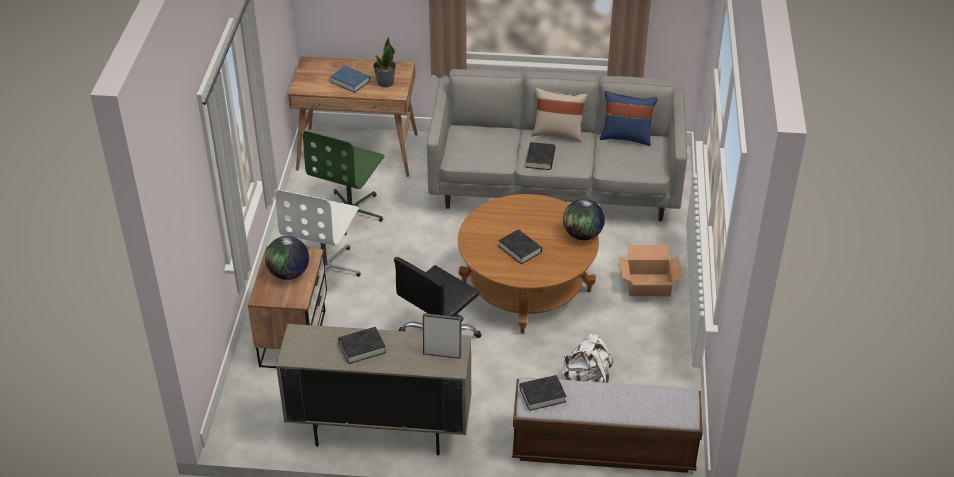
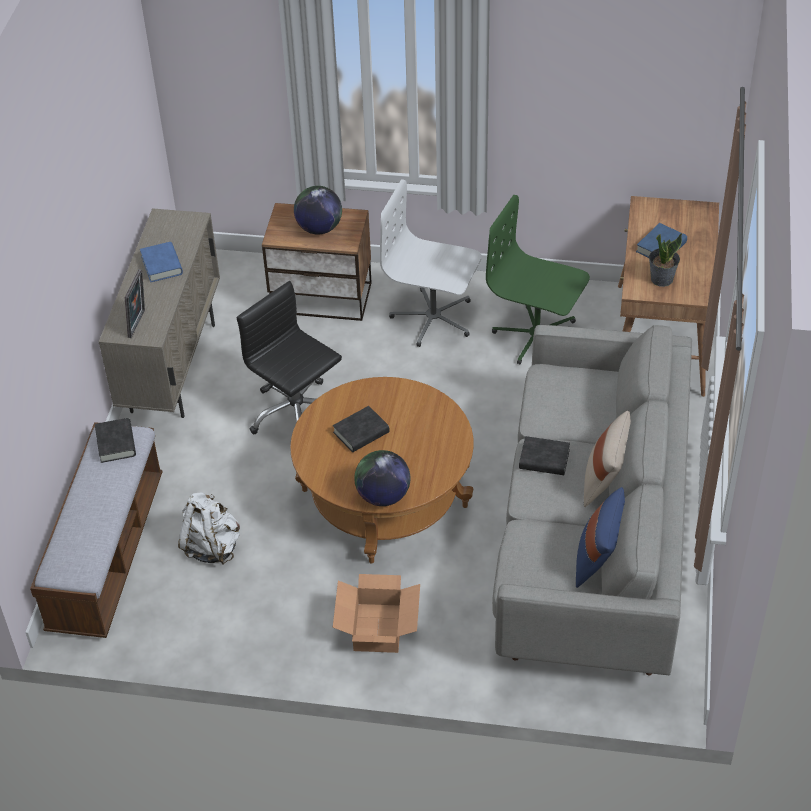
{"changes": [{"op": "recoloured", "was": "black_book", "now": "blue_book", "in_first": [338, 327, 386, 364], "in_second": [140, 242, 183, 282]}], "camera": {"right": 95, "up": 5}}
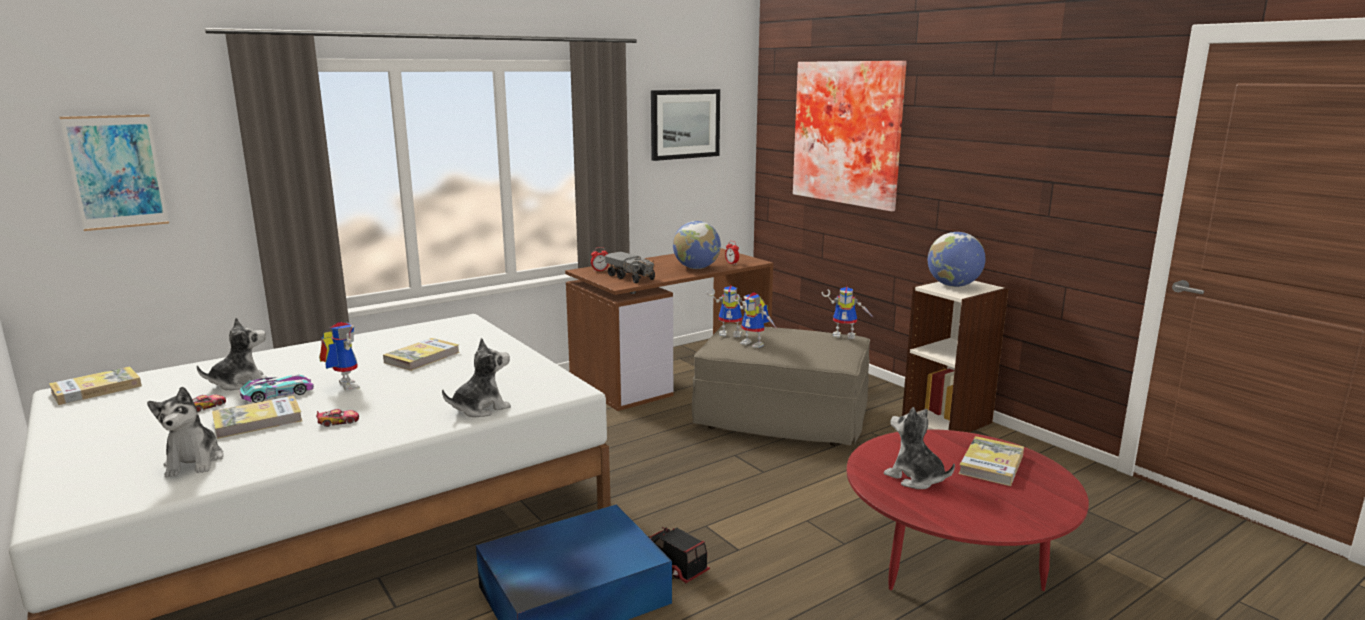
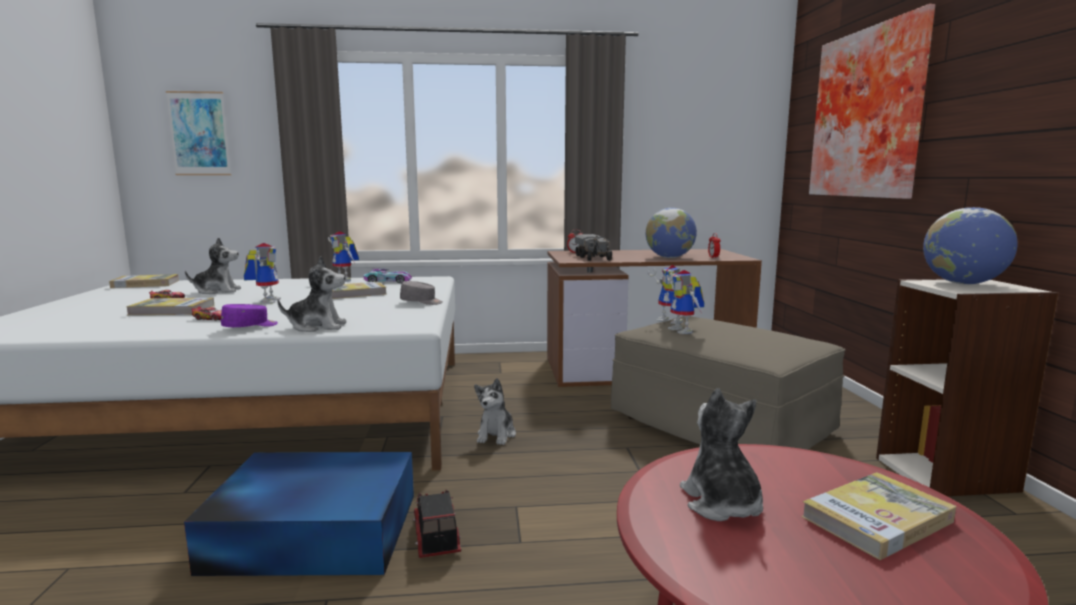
{"changes": [{"op": "removed", "was": "picture", "in_first": [651, 89, 720, 161]}, {"op": "moved", "was": "toy_robot", "in_first": [822, 286, 874, 339], "in_second": [328, 232, 359, 282]}, {"op": "moved", "was": "toy_car", "in_first": [240, 374, 314, 403], "in_second": [364, 268, 412, 283]}, {"op": "moved", "was": "plush_toy", "in_first": [147, 387, 224, 478], "in_second": [474, 378, 516, 445]}, {"op": "added", "now": "grey_cap", "in_second": [400, 281, 443, 305]}, {"op": "added", "now": "purple_cap", "in_second": [221, 304, 278, 327]}], "camera": {"right": 30, "up": -5}}
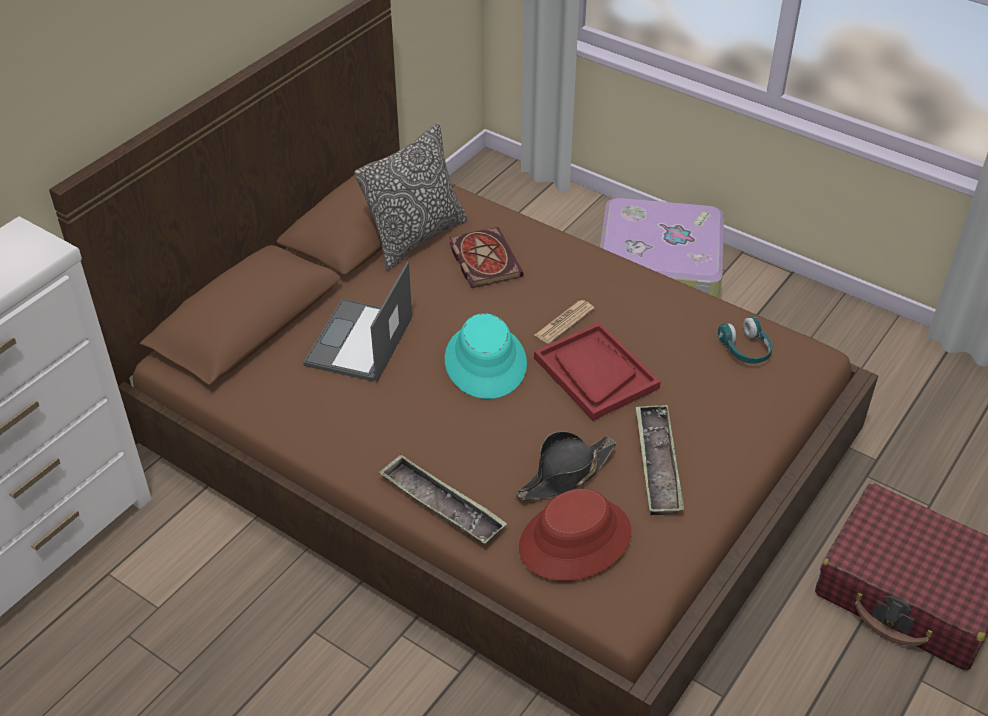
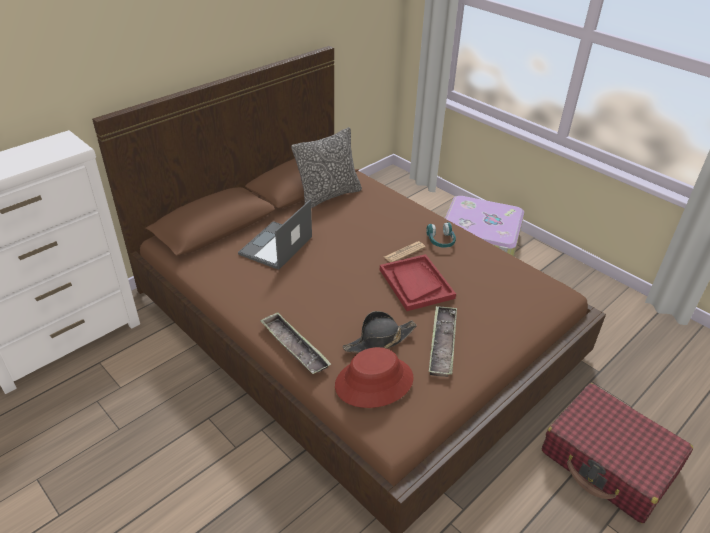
{"changes": [{"op": "removed", "was": "book", "in_first": [449, 227, 524, 288]}, {"op": "removed", "was": "turquoise_hat", "in_first": [445, 313, 527, 399]}, {"op": "moved", "was": "turquoise_headphones", "in_first": [718, 316, 773, 364], "in_second": [426, 222, 456, 248]}], "camera": {"right": 10, "up": -5}}
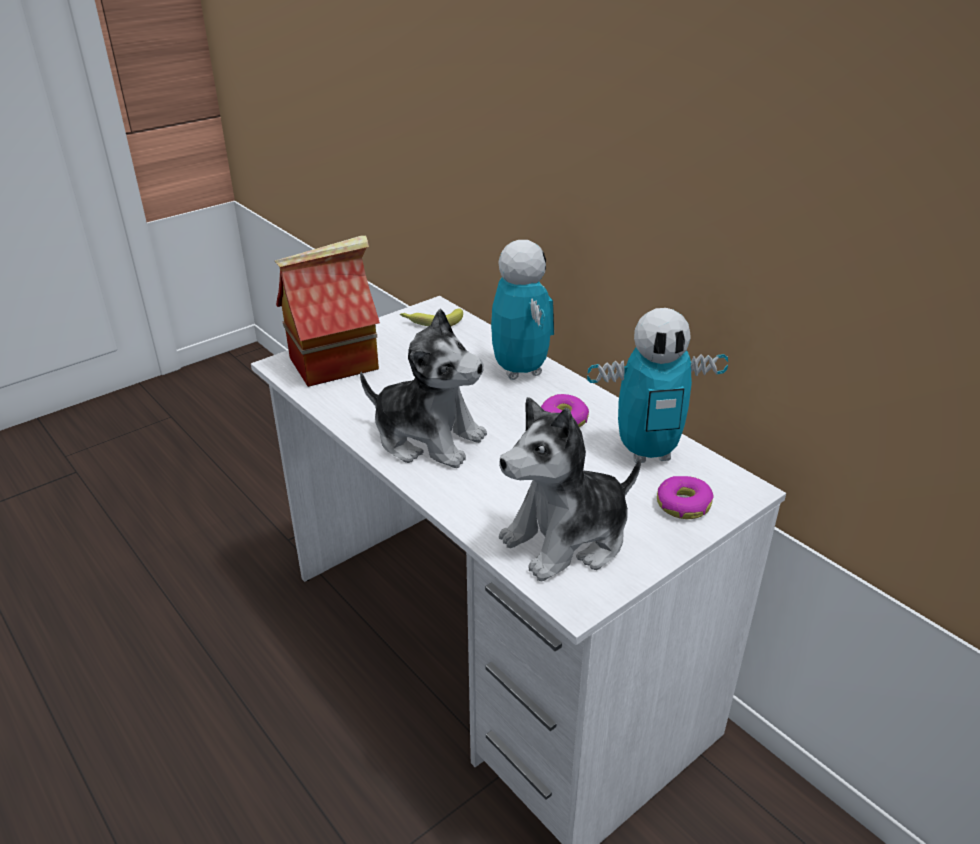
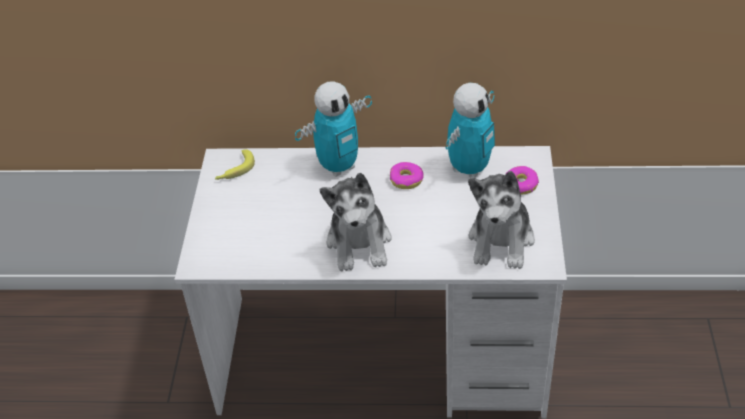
{"changes": [{"op": "removed", "was": "toy_house", "in_first": [275, 235, 380, 387]}, {"op": "turned", "was": "toy_robot", "in_first": [491, 240, 554, 380], "in_second": [295, 81, 372, 177], "clockwise": 120}, {"op": "turned", "was": "plush_toy", "in_first": [360, 309, 487, 468], "in_second": [320, 173, 392, 271], "clockwise": 105}], "camera": {"right": -45, "up": 10}}
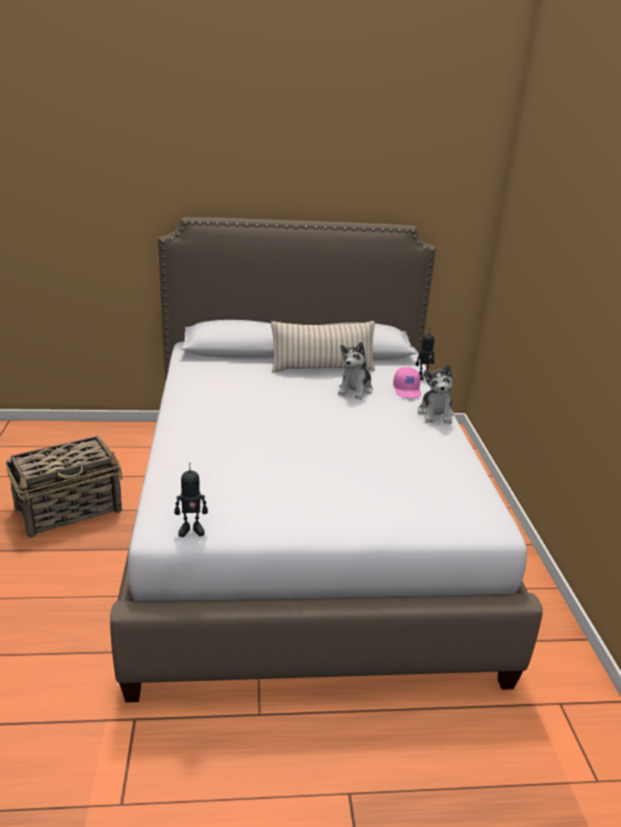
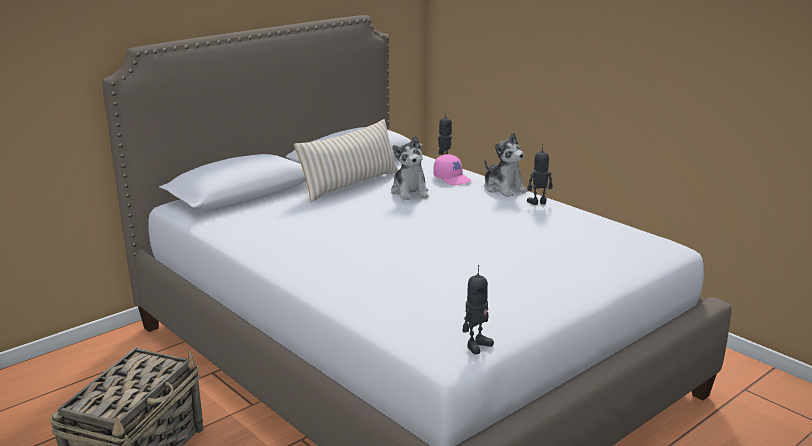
{"changes": [{"op": "added", "now": "toy_robot", "in_second": [527, 144, 552, 205]}], "camera": {"right": -35, "up": -5}}
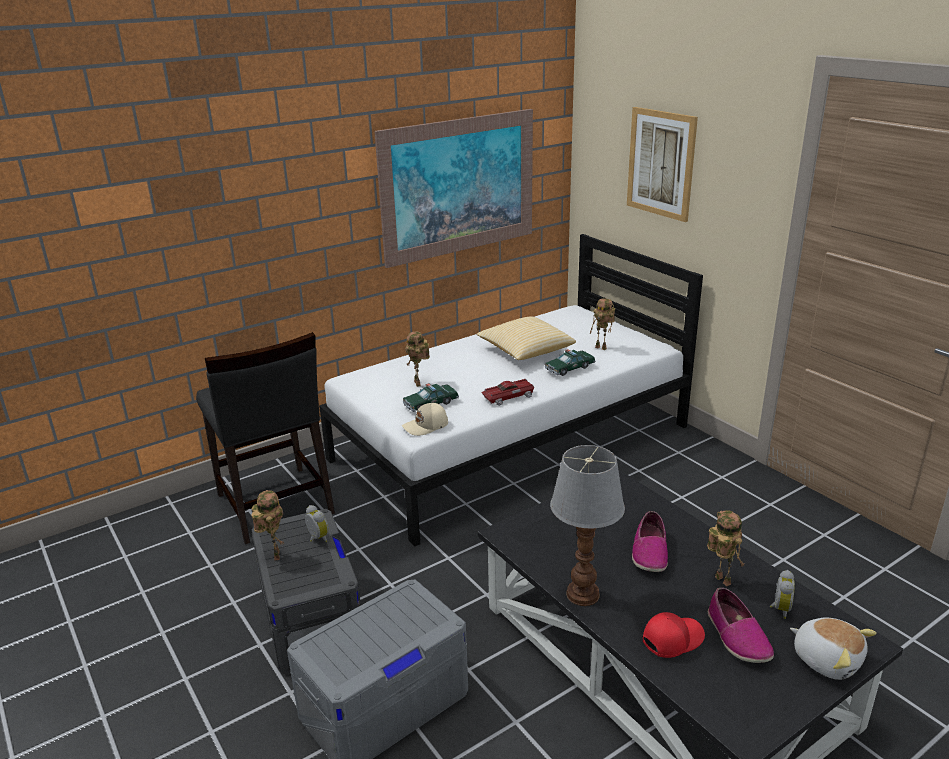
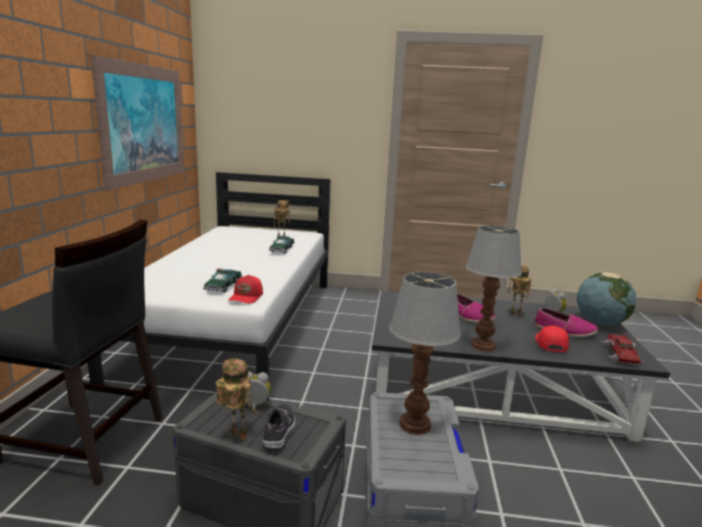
{"changes": [{"op": "removed", "was": "picture", "in_first": [627, 107, 698, 222]}, {"op": "removed", "was": "pillow", "in_first": [476, 317, 576, 360]}, {"op": "removed", "was": "toy_robot", "in_first": [405, 332, 430, 387]}, {"op": "moved", "was": "toy_car", "in_first": [481, 379, 534, 406], "in_second": [602, 333, 644, 365]}, {"op": "recoloured", "was": "beige_cap", "now": "red_cap", "in_first": [402, 403, 448, 436], "in_second": [228, 275, 263, 304]}, {"op": "replaced", "was": "plush_toy", "now": "globe", "in_first": [790, 617, 877, 680], "in_second": [577, 272, 636, 326]}, {"op": "added", "now": "table_lamp", "in_second": [389, 272, 461, 435]}, {"op": "added", "now": "shoe", "in_second": [262, 404, 296, 452]}], "camera": {"right": -50, "up": -10}}
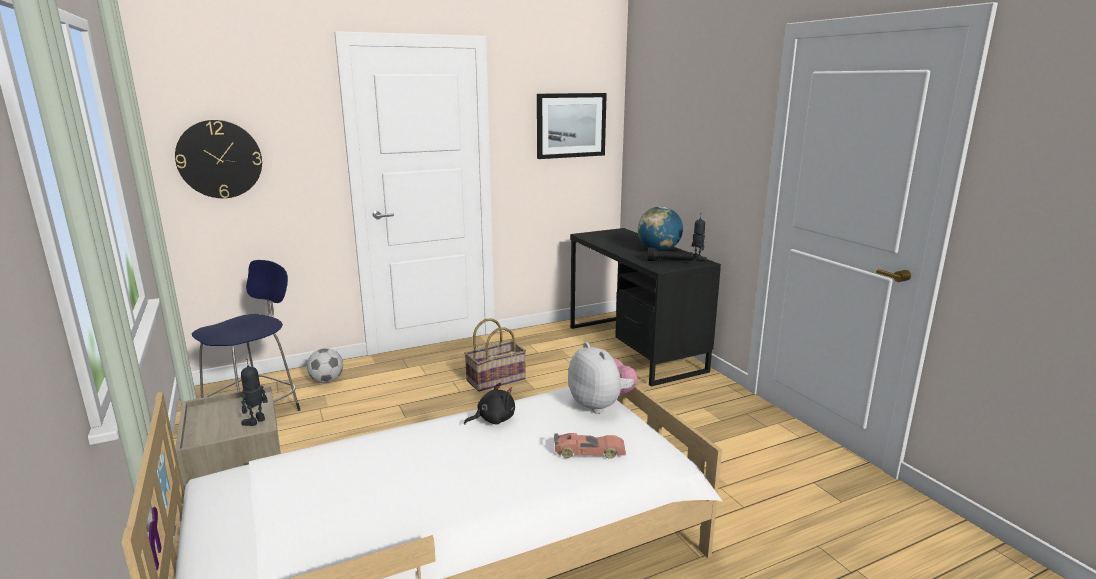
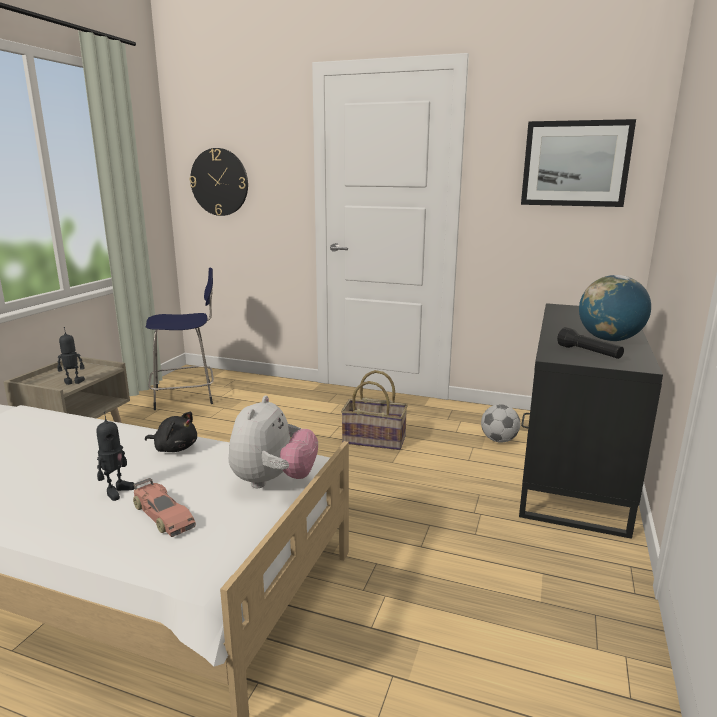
{"changes": [{"op": "moved", "was": "toy_robot", "in_first": [692, 213, 707, 261], "in_second": [96, 411, 135, 501]}, {"op": "moved", "was": "football", "in_first": [307, 348, 343, 383], "in_second": [481, 404, 520, 443]}], "camera": {"right": 45, "up": 0}}
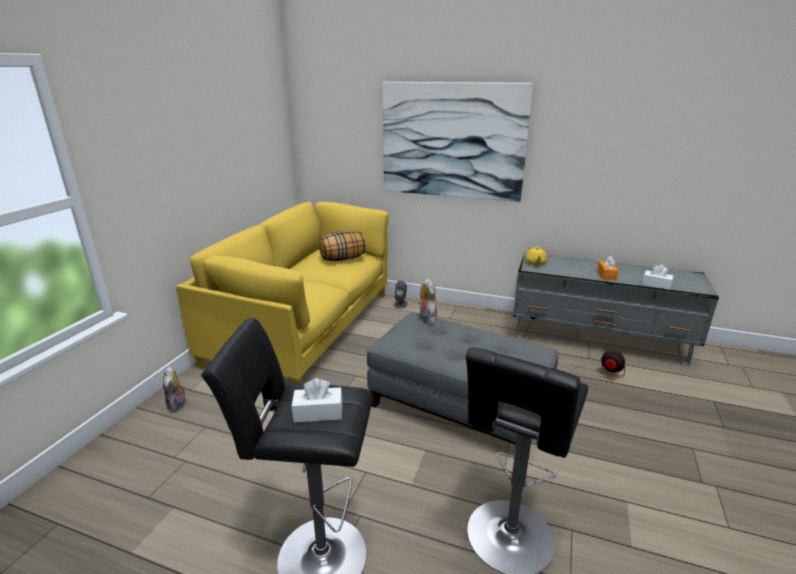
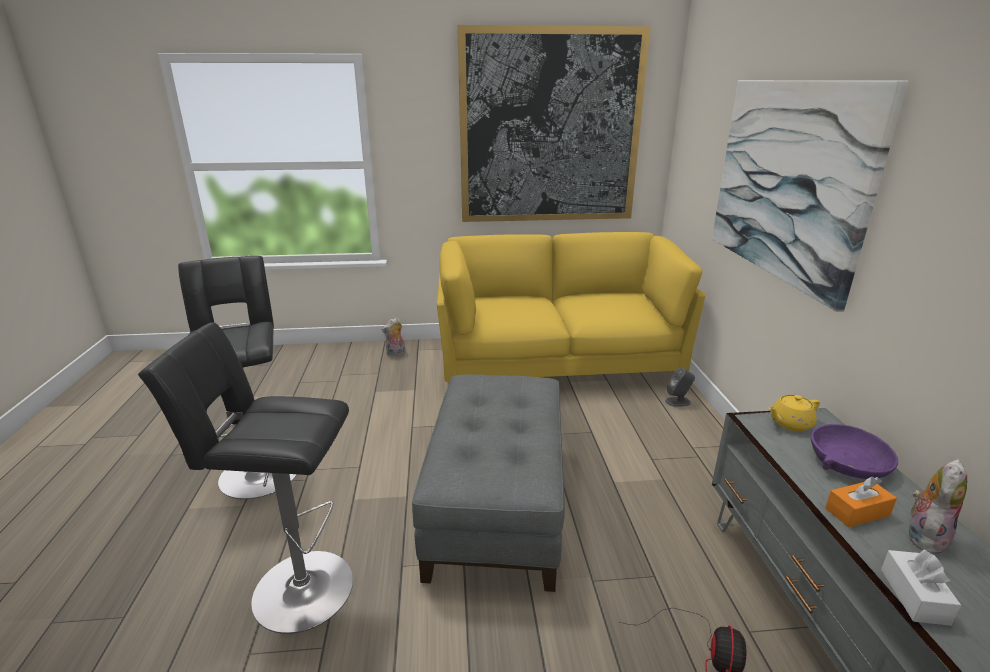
{"changes": [{"op": "removed", "was": "pillow", "in_first": [319, 231, 366, 261]}, {"op": "moved", "was": "plush_toy", "in_first": [418, 279, 437, 324], "in_second": [908, 459, 967, 554]}, {"op": "removed", "was": "white_tissue_box", "in_first": [292, 378, 342, 422]}, {"op": "added", "now": "picture", "in_second": [457, 25, 651, 222]}, {"op": "added", "now": "purple_bowl", "in_second": [811, 424, 898, 479]}], "camera": {"right": 65, "up": 0}}
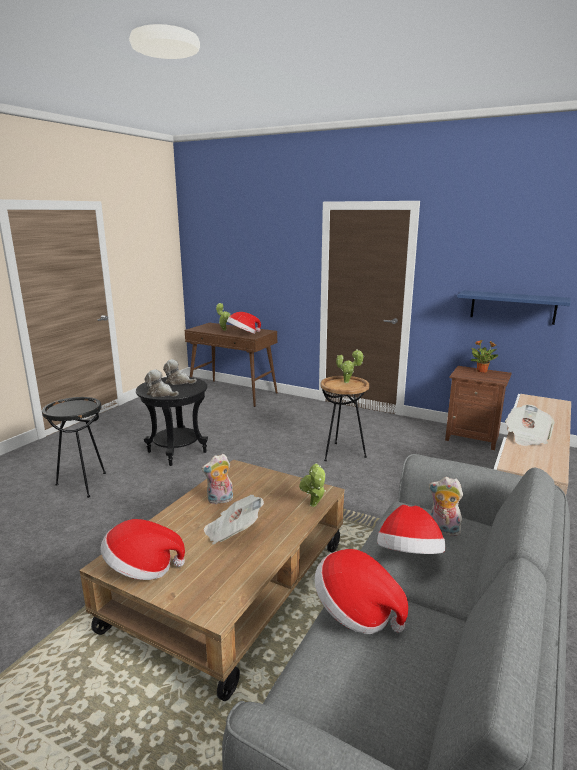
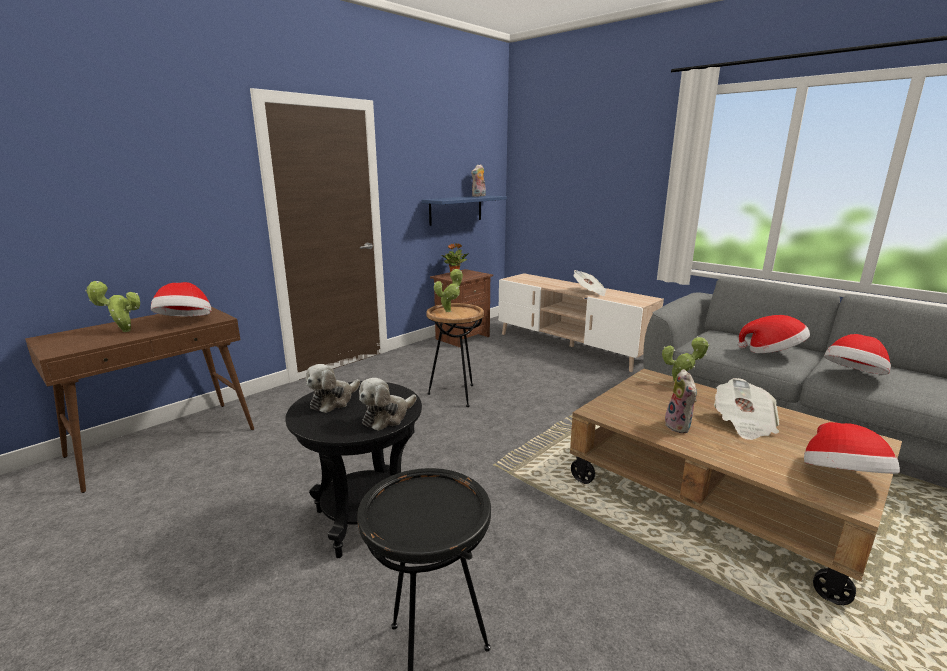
{"changes": [{"op": "moved", "was": "plush_toy", "in_first": [429, 477, 463, 536], "in_second": [471, 164, 486, 197]}], "camera": {"right": -75, "up": 0}}
